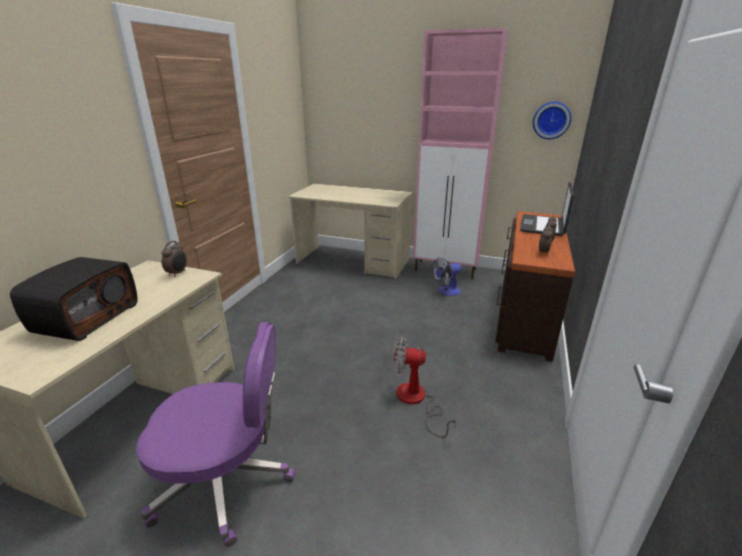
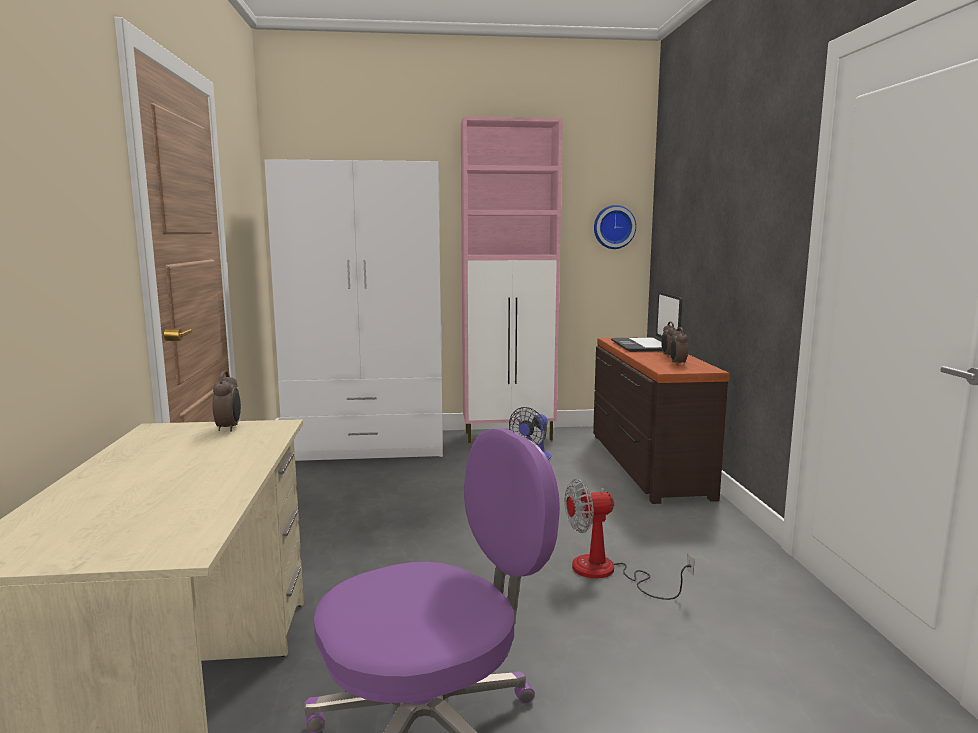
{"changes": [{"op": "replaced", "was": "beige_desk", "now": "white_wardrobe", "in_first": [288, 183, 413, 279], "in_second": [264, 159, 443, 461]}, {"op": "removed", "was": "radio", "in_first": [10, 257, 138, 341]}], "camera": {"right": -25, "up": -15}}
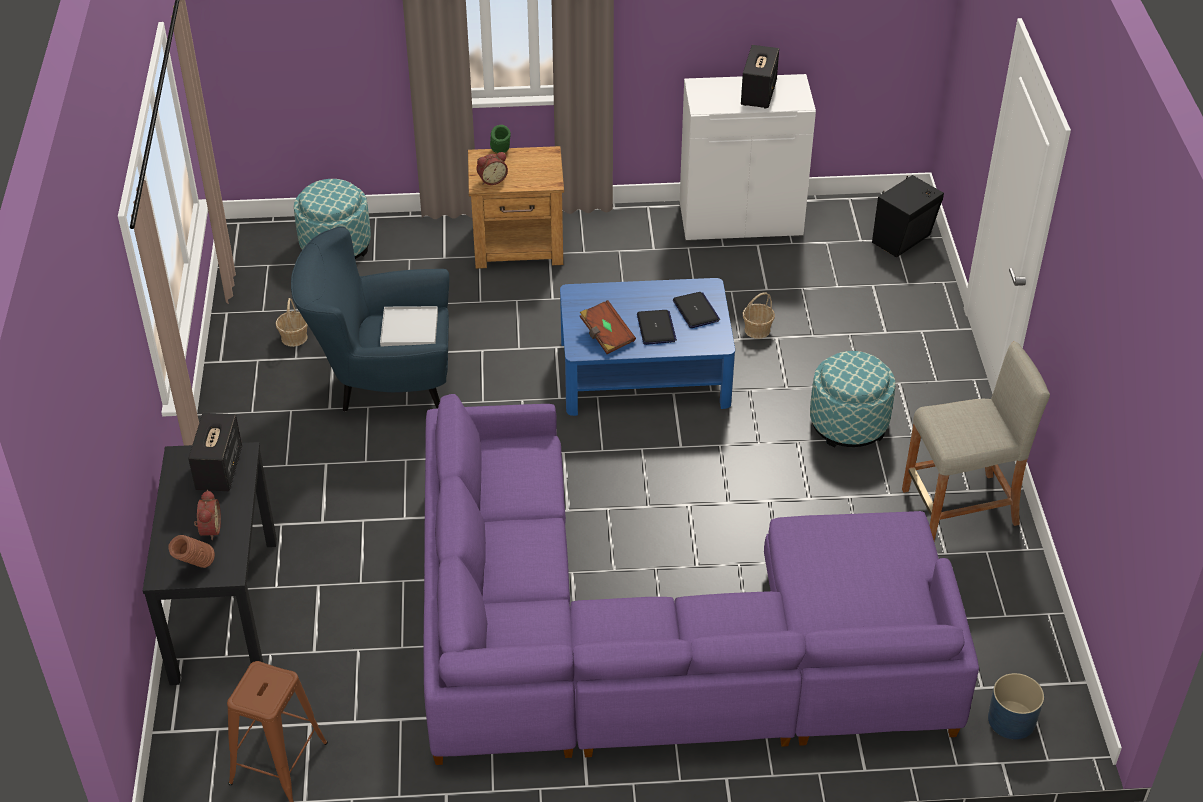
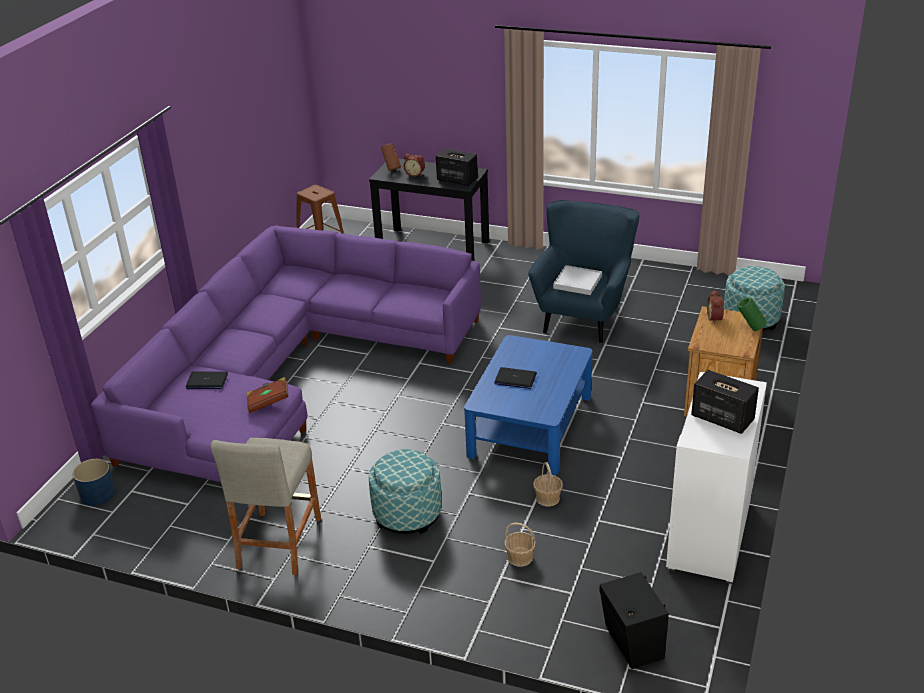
{"changes": [{"op": "moved", "was": "laptop", "in_first": [673, 292, 720, 328], "in_second": [186, 371, 228, 389]}, {"op": "moved", "was": "basket", "in_first": [276, 298, 308, 347], "in_second": [504, 523, 536, 567]}, {"op": "moved", "was": "brown_book", "in_first": [579, 300, 636, 354], "in_second": [246, 377, 289, 413]}], "camera": {"right": 115, "up": -10}}
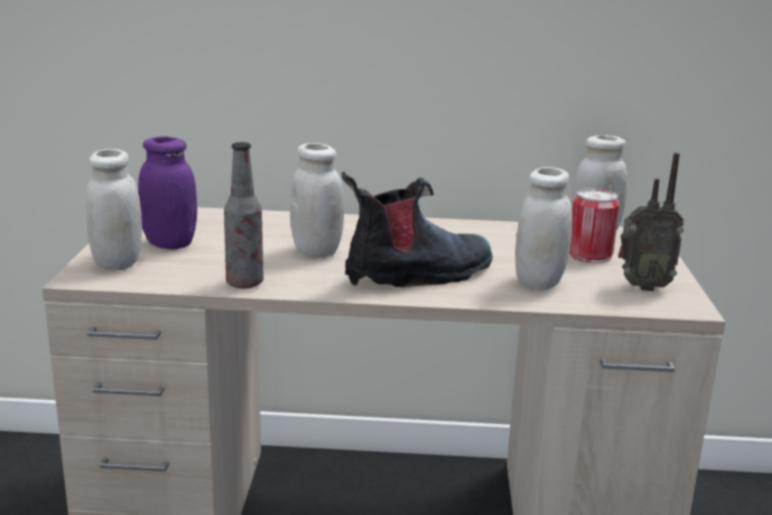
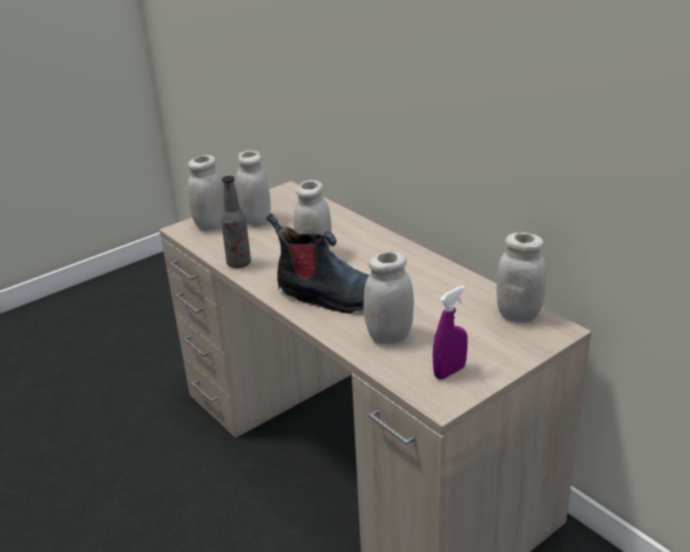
{"changes": [{"op": "recoloured", "was": "purple_jar", "now": "white_jar", "in_first": [138, 136, 197, 249], "in_second": [236, 150, 271, 226]}, {"op": "replaced", "was": "radio", "now": "purple_spray_bottle", "in_first": [618, 153, 684, 291], "in_second": [433, 285, 467, 379]}, {"op": "removed", "was": "can", "in_first": [569, 188, 620, 263]}], "camera": {"right": 50, "up": 10}}
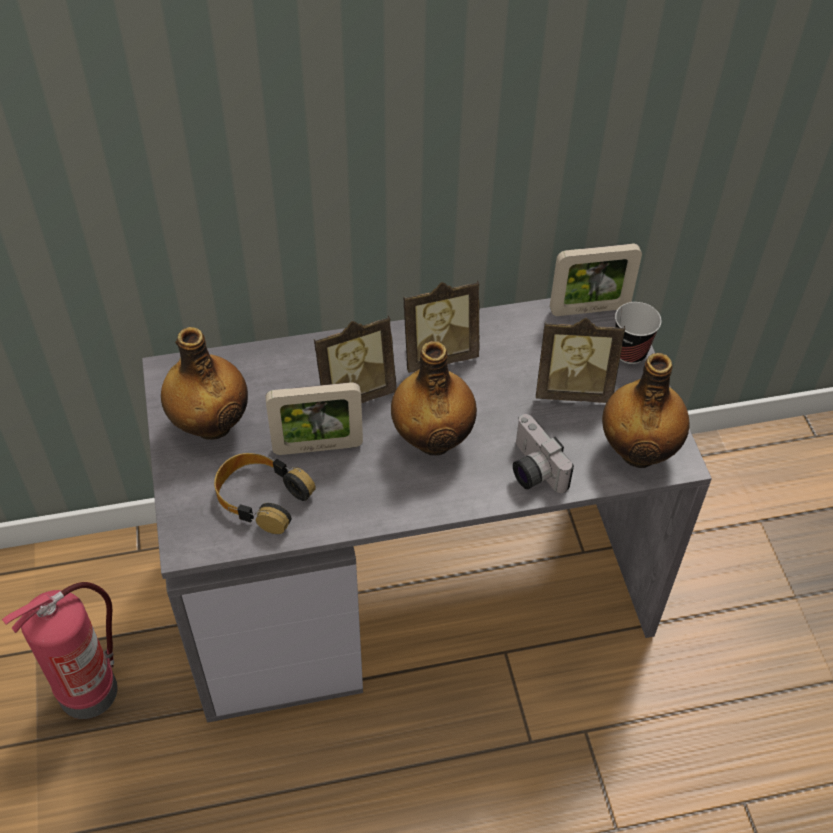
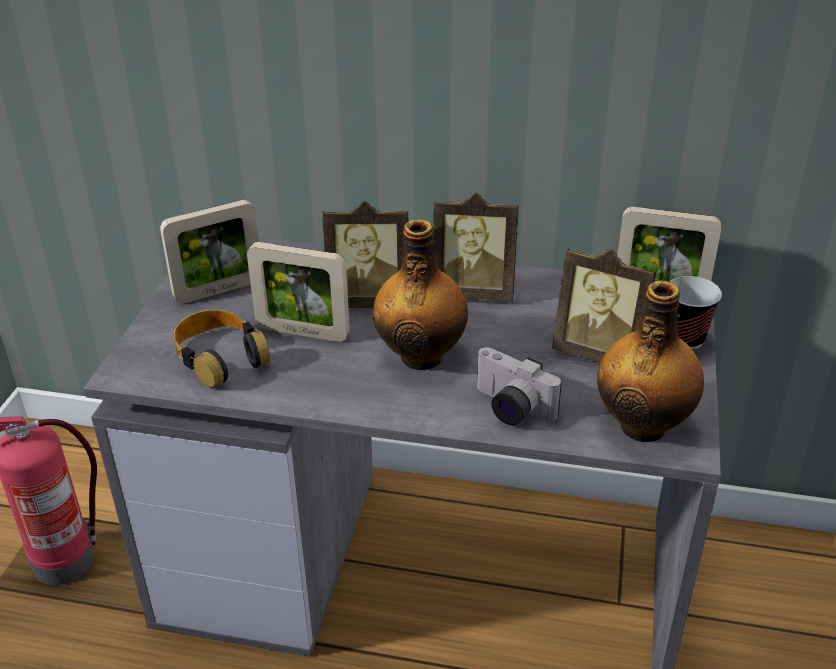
{"changes": [{"op": "replaced", "was": "bottle", "now": "picture_frame", "in_first": [161, 327, 248, 440], "in_second": [160, 200, 259, 304]}, {"op": "turned", "was": "photo_camera", "in_first": [513, 414, 574, 493], "in_second": [476, 347, 562, 425], "clockwise": -45}], "camera": {"right": 25, "up": -15}}
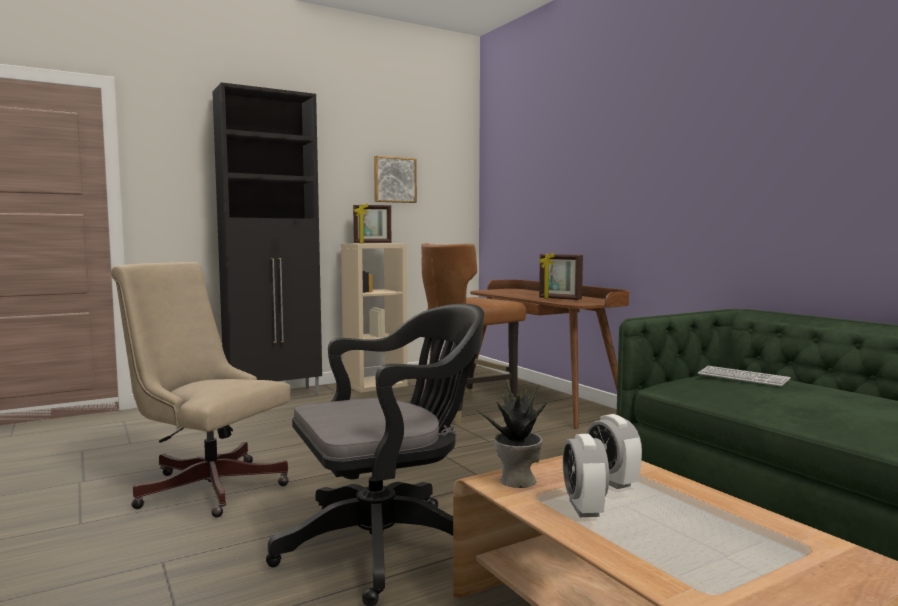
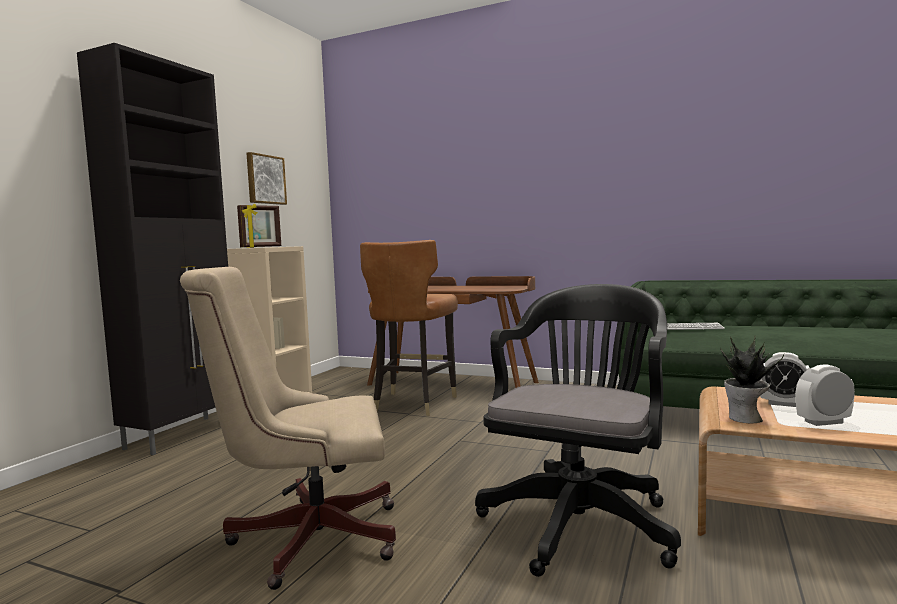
{"changes": [{"op": "removed", "was": "picture_frame", "in_first": [539, 253, 583, 300]}, {"op": "turned", "was": "alarm_clock", "in_first": [563, 434, 609, 517], "in_second": [796, 365, 855, 426], "clockwise": 120}], "camera": {"right": -35, "up": 0}}
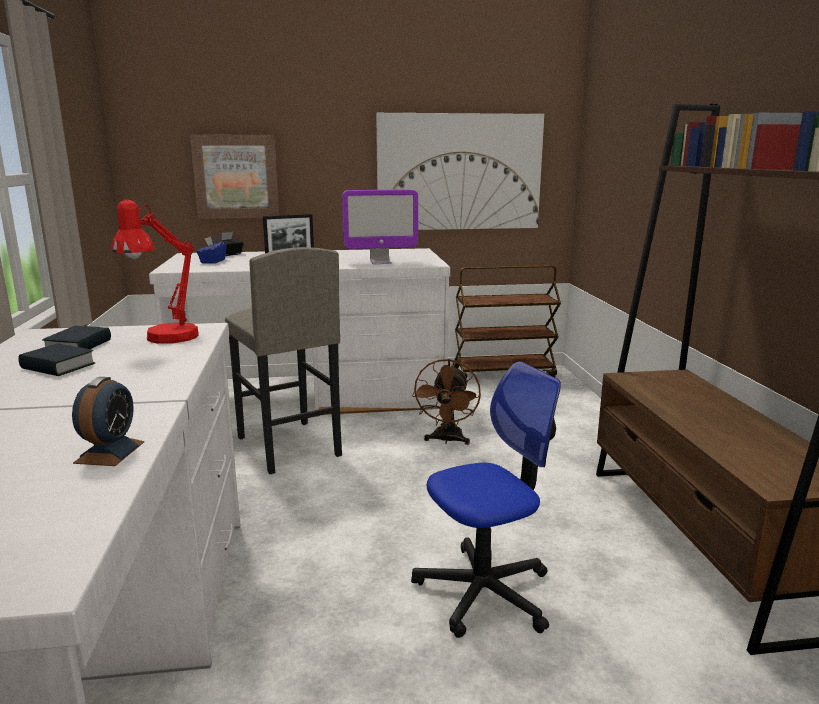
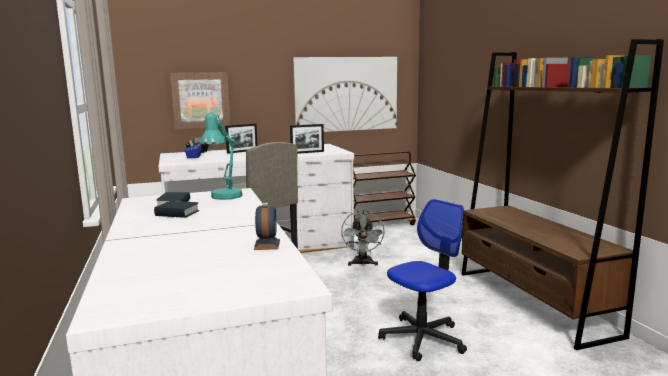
{"changes": [{"op": "replaced", "was": "monitor", "now": "picture_frame", "in_first": [342, 190, 418, 264], "in_second": [290, 124, 324, 154]}, {"op": "recoloured", "was": "red_table_lamp", "now": "turquoise_table_lamp", "in_first": [110, 200, 199, 344], "in_second": [200, 113, 243, 200]}, {"op": "recoloured", "was": "brown_fan", "now": "grey_fan", "in_first": [412, 359, 481, 445], "in_second": [341, 210, 385, 266]}], "camera": {"right": -10, "up": -5}}
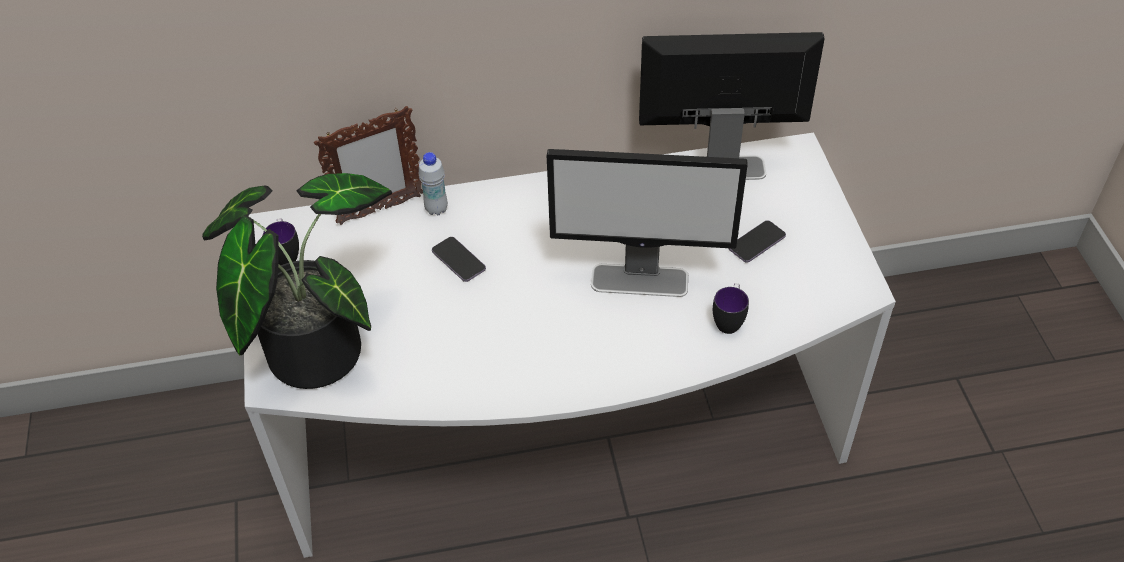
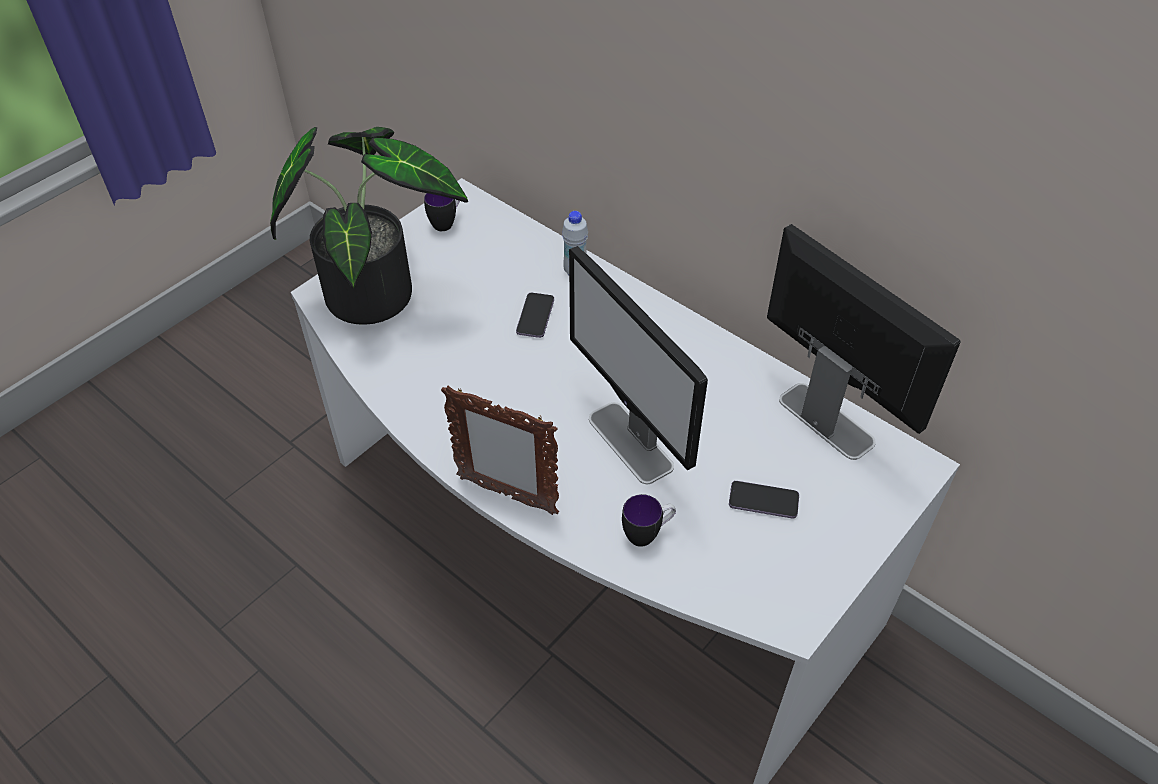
{"changes": [{"op": "moved", "was": "picture_frame", "in_first": [314, 106, 423, 225], "in_second": [441, 386, 559, 515]}], "camera": {"right": 50, "up": 0}}
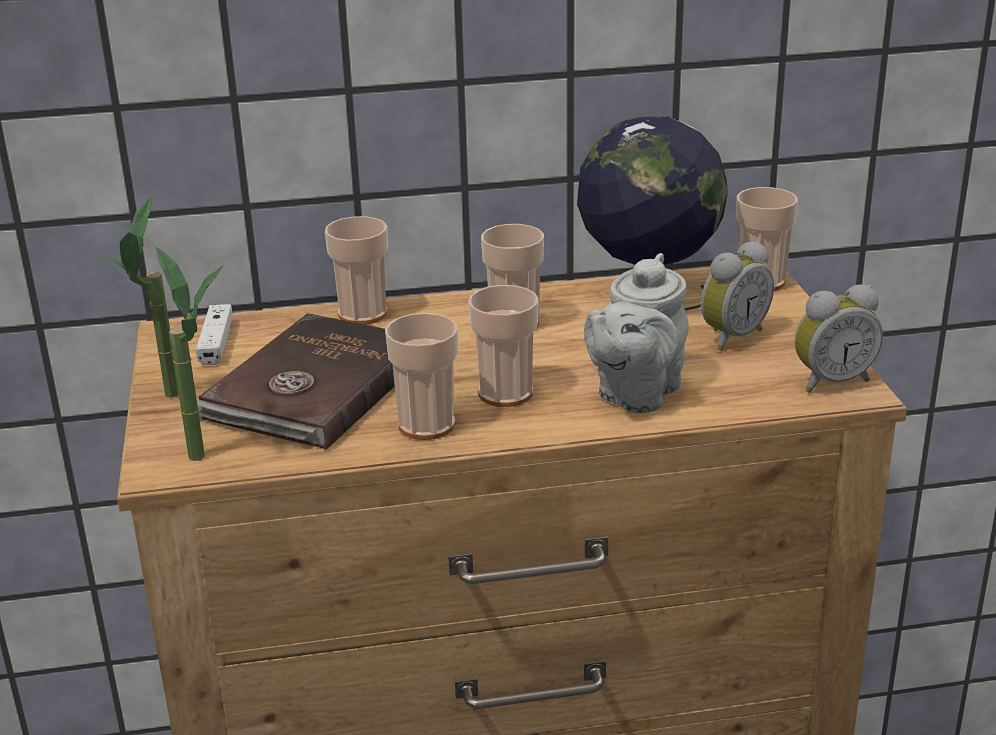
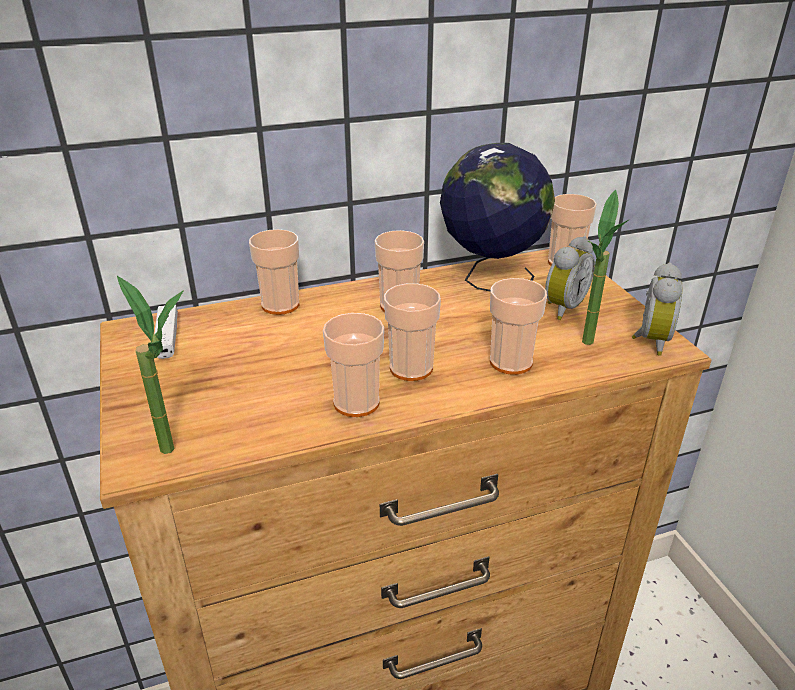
{"changes": [{"op": "moved", "was": "potted_plant", "in_first": [103, 196, 179, 398], "in_second": [582, 189, 630, 345]}, {"op": "replaced", "was": "grey_teapot", "now": "cup", "in_first": [584, 253, 689, 413], "in_second": [490, 278, 547, 375]}, {"op": "turned", "was": "alarm_clock", "in_first": [795, 284, 883, 393], "in_second": [632, 263, 683, 356], "clockwise": -45}, {"op": "removed", "was": "brown_book", "in_first": [197, 313, 395, 450]}], "camera": {"right": -10, "up": 5}}
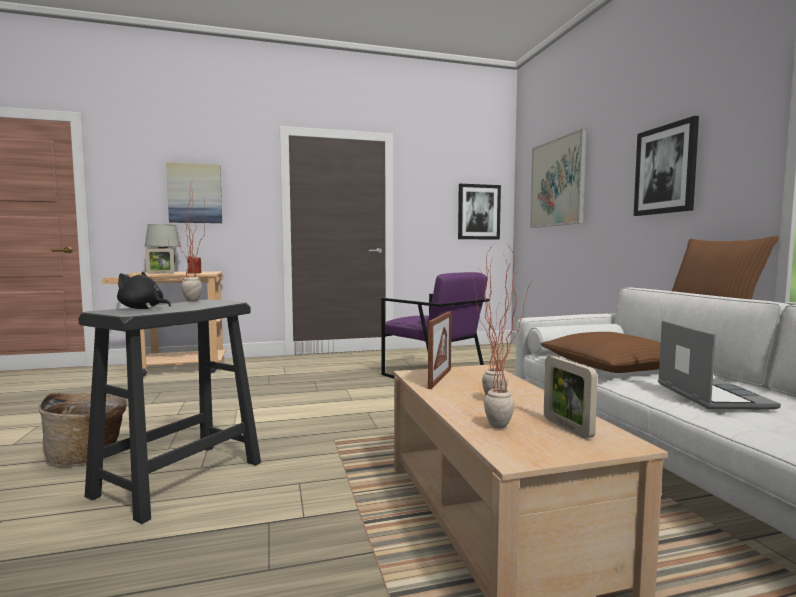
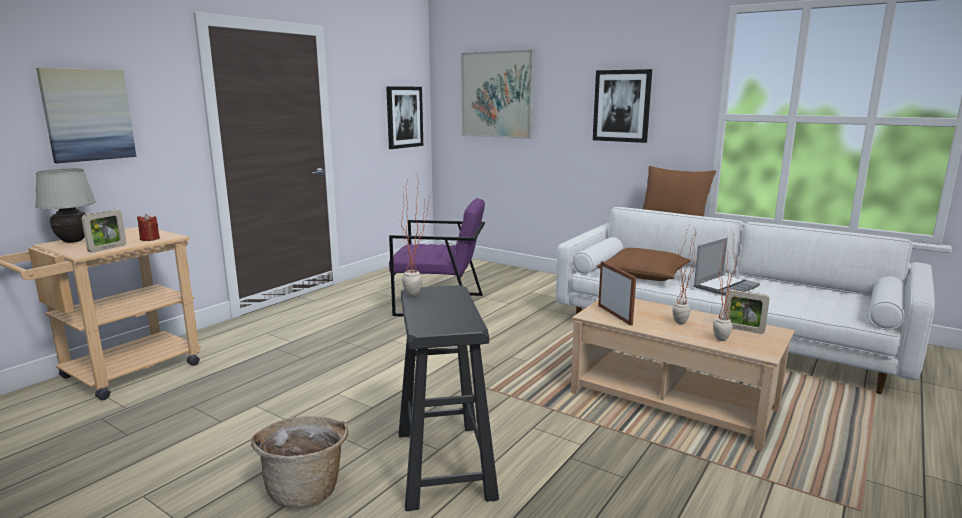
{"changes": [{"op": "removed", "was": "black_plush_toy", "in_first": [117, 272, 171, 309]}, {"op": "turned", "was": "laptop", "in_first": [658, 320, 781, 409], "in_second": [694, 238, 760, 296], "clockwise": 90}], "camera": {"right": -40, "up": 10}}
